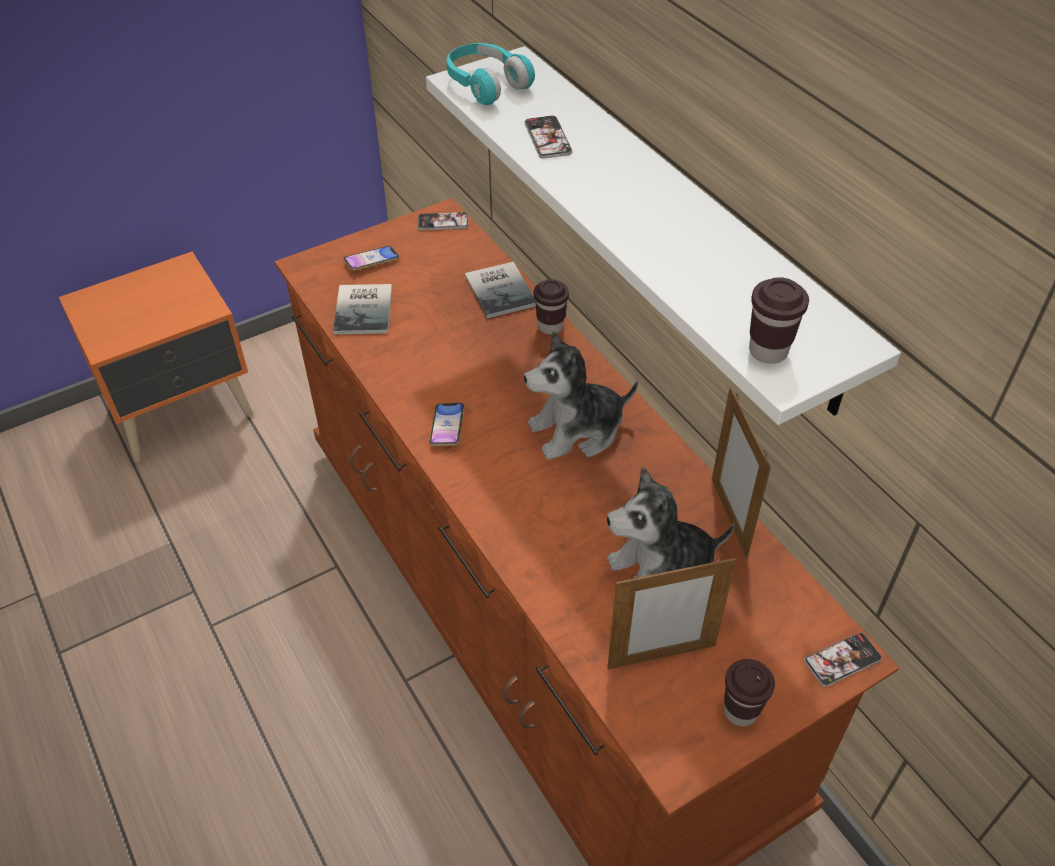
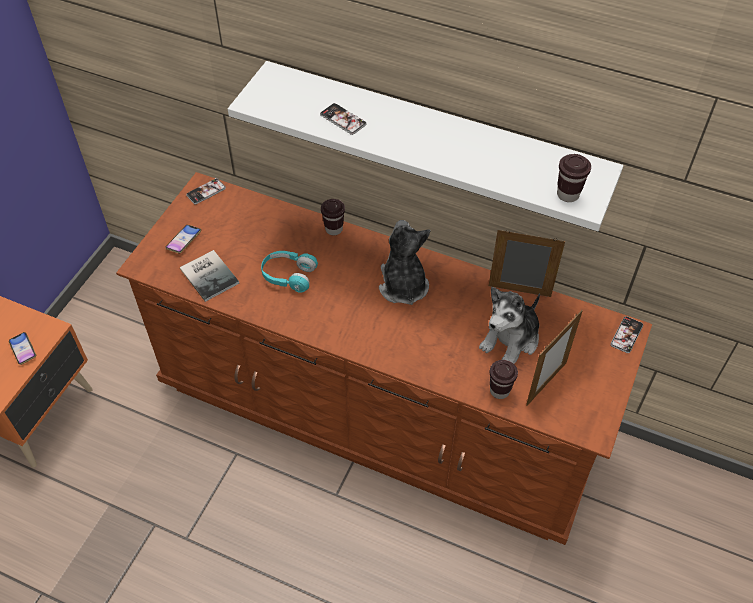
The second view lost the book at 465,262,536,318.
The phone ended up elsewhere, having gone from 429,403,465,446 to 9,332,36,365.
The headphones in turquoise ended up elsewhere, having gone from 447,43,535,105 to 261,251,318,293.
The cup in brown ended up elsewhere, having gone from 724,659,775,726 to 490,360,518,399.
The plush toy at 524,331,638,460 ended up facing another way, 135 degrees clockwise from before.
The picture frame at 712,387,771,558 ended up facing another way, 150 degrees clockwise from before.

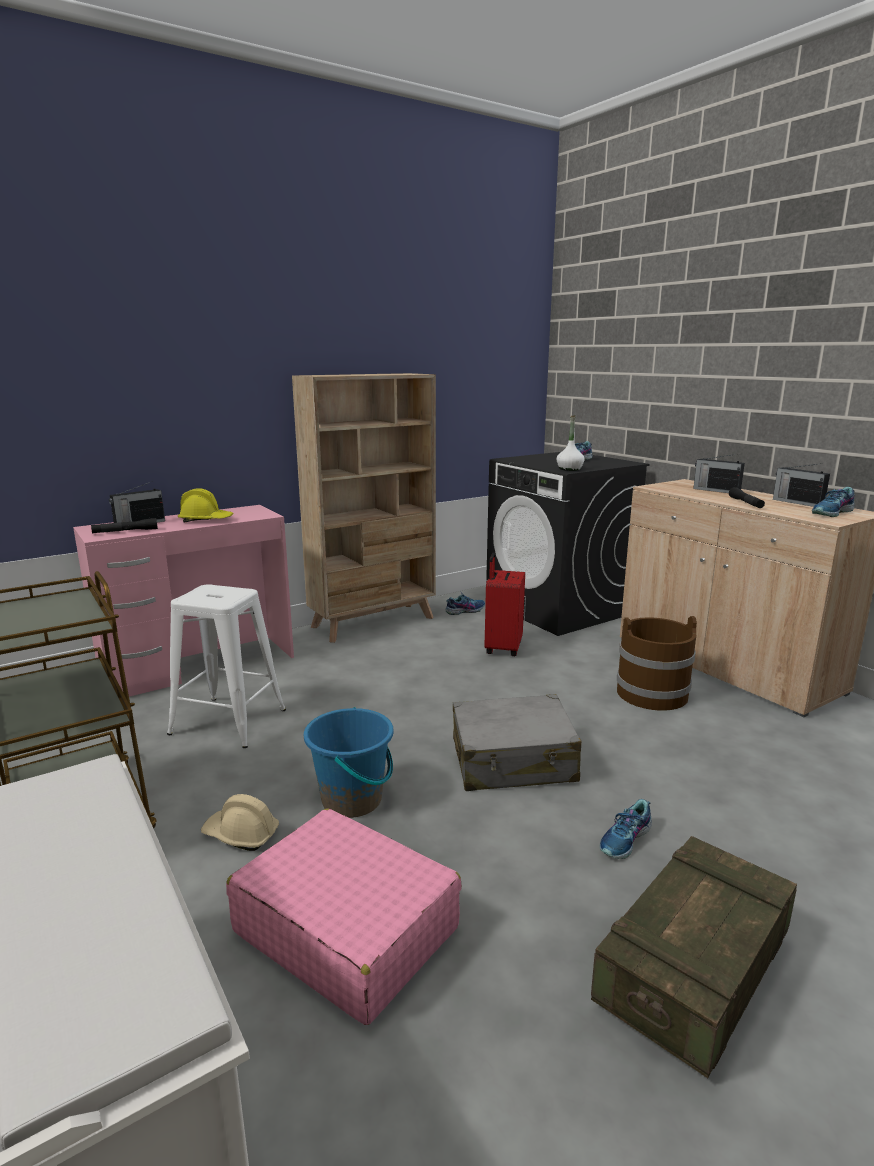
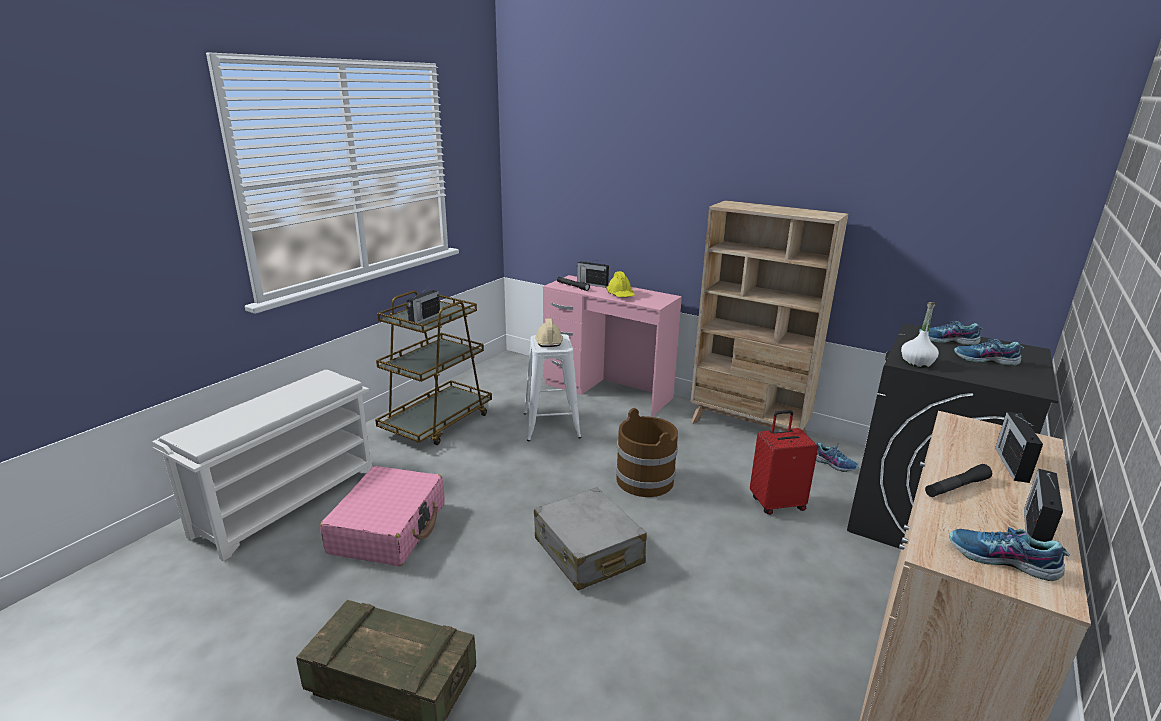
The second view lost the bucket in blue at 304,707,394,818.
The second view gained the radio at 407,287,440,325.
The hard hat in beige ended up elsewhere, having gone from 201,794,279,851 to 535,319,563,347.
The shoe ended up elsewhere, having gone from 599,799,652,859 to 919,321,983,345.
The bucket in brown ended up elsewhere, having gone from 617,616,697,711 to 616,408,678,497.

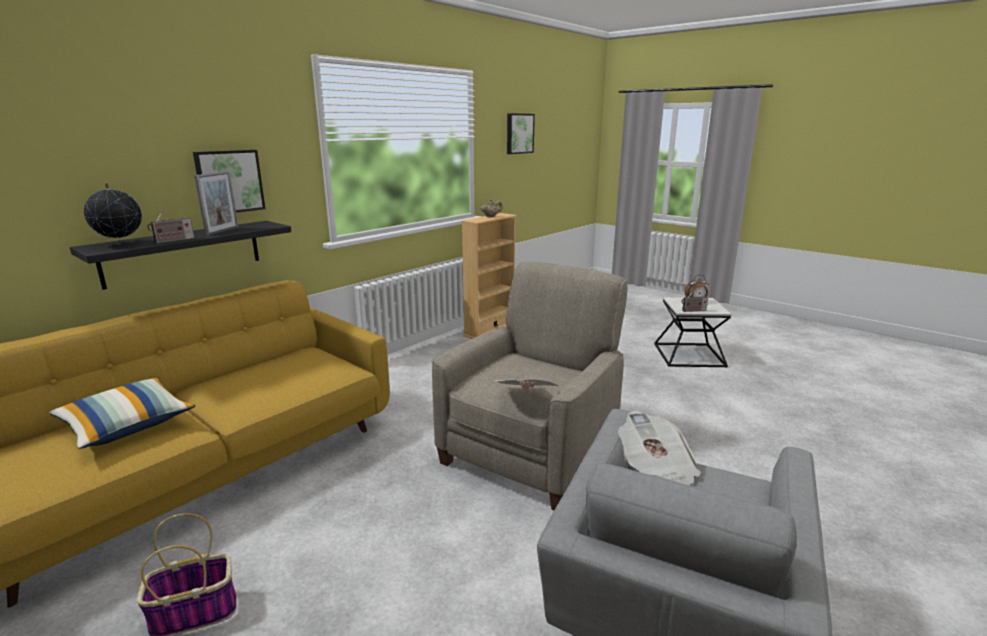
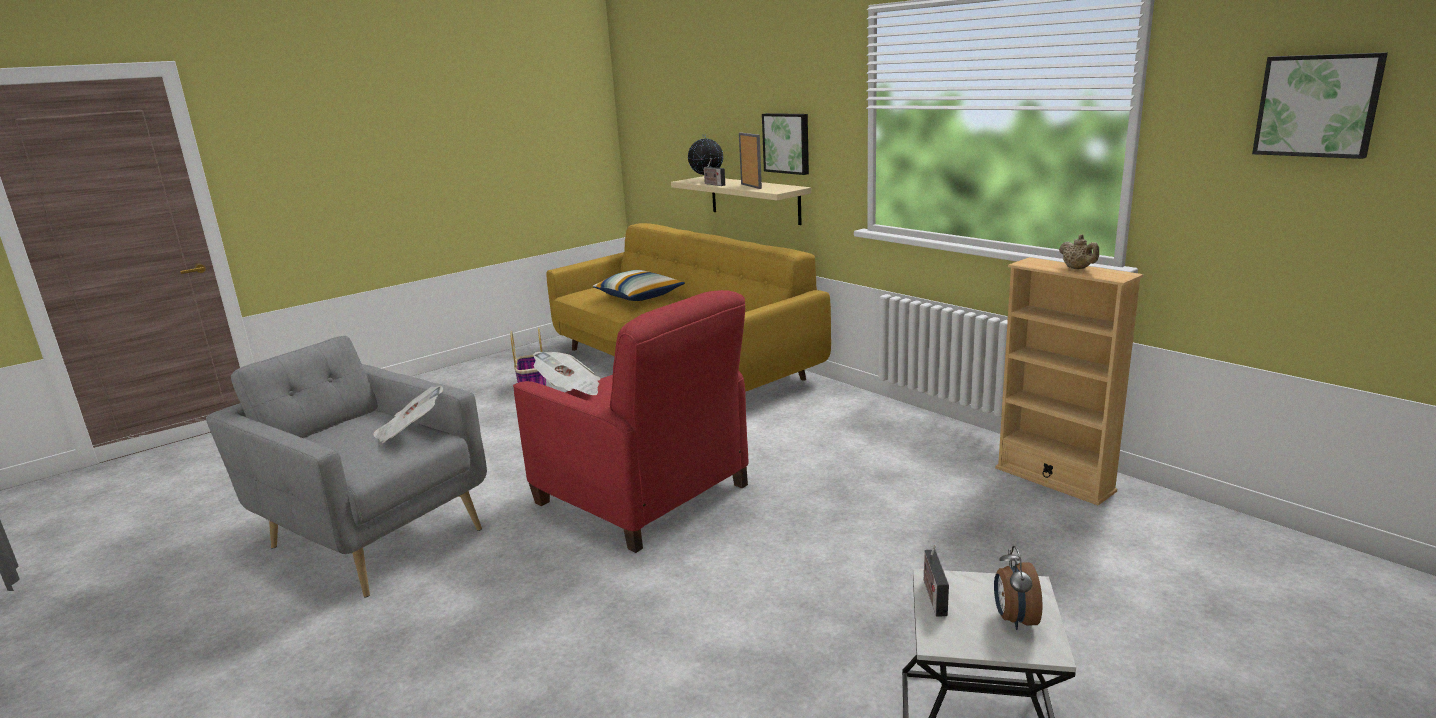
What was the shelf in black at 70,221,291,290 turned into the shelf in beige at 671,176,811,225.
What was the armchair in beige at 432,261,628,510 turned into the armchair in red at 513,290,748,553.
The picture frame at 194,171,238,236 ended up facing another way, 135 degrees counterclockwise from before.

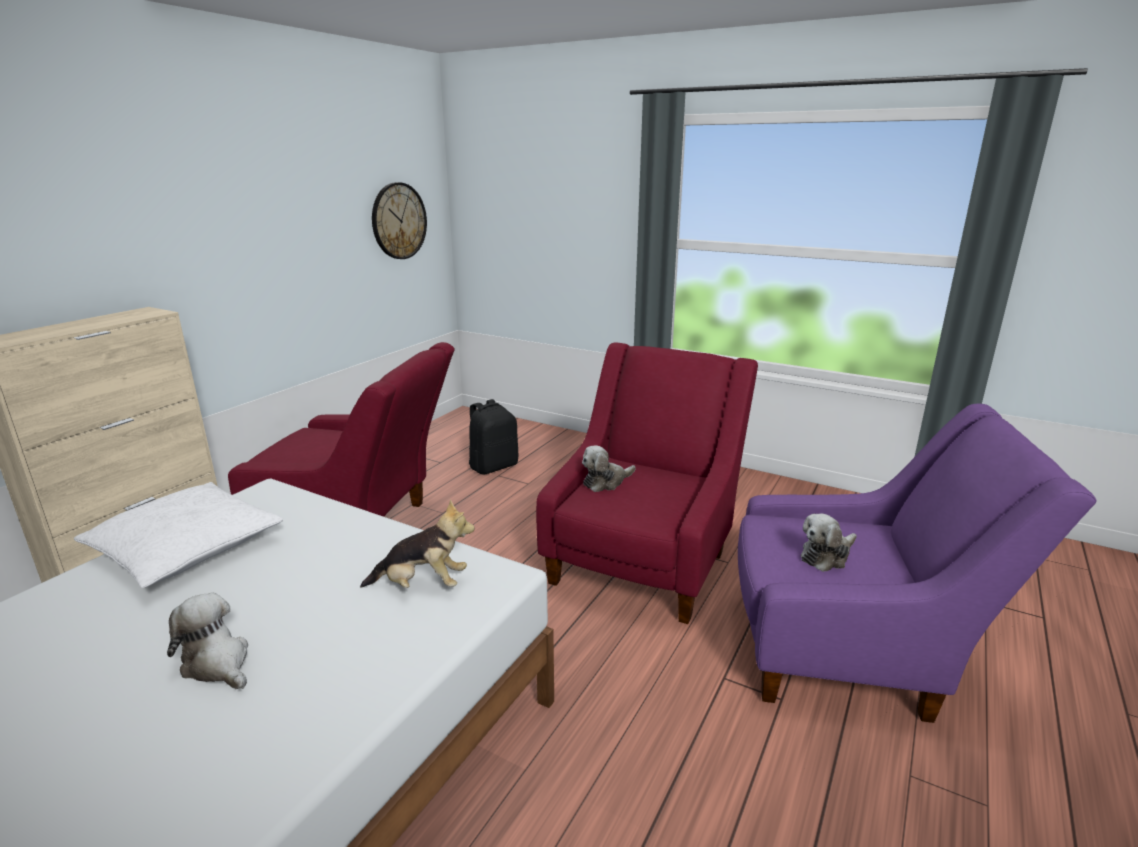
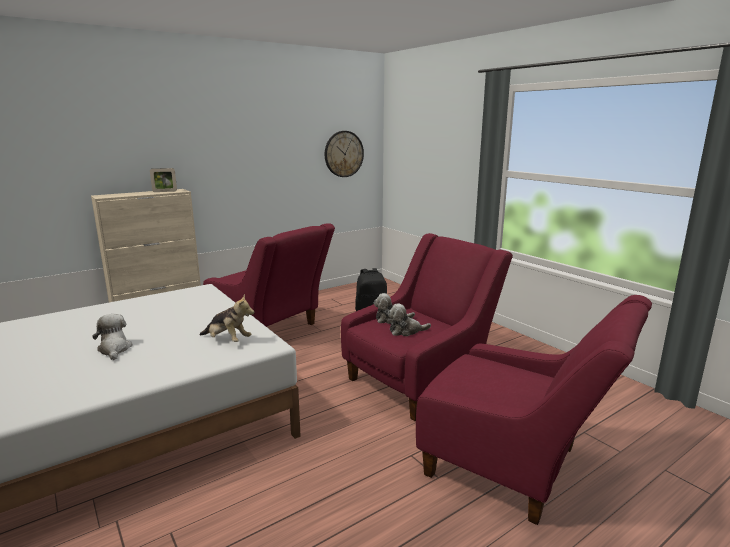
The second view lost the pillow in white at 74,482,283,588.
The second view gained the picture frame at 150,168,177,192.
The plush toy ended up elsewhere, having gone from 801,514,857,572 to 388,304,431,336.
What was the armchair in purple at 738,404,1097,723 turned into the armchair in red at 416,295,652,525.

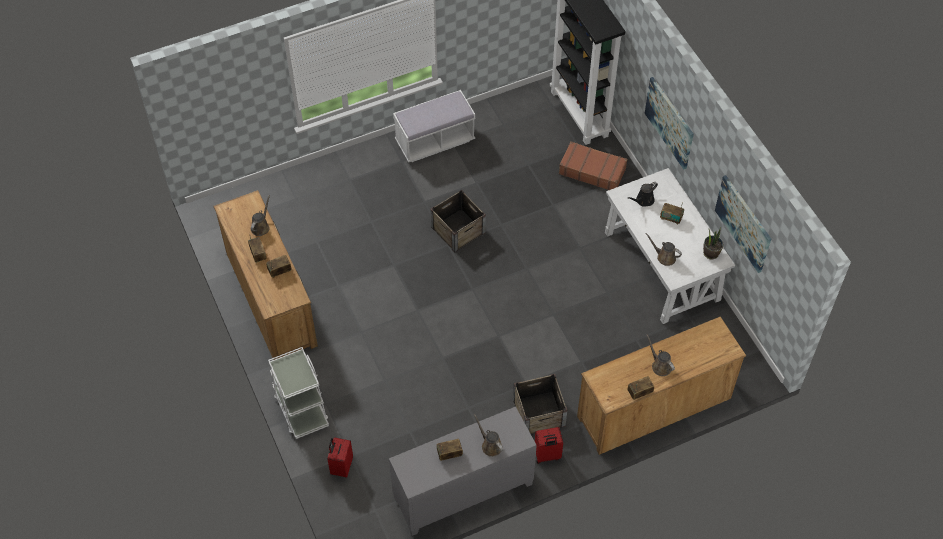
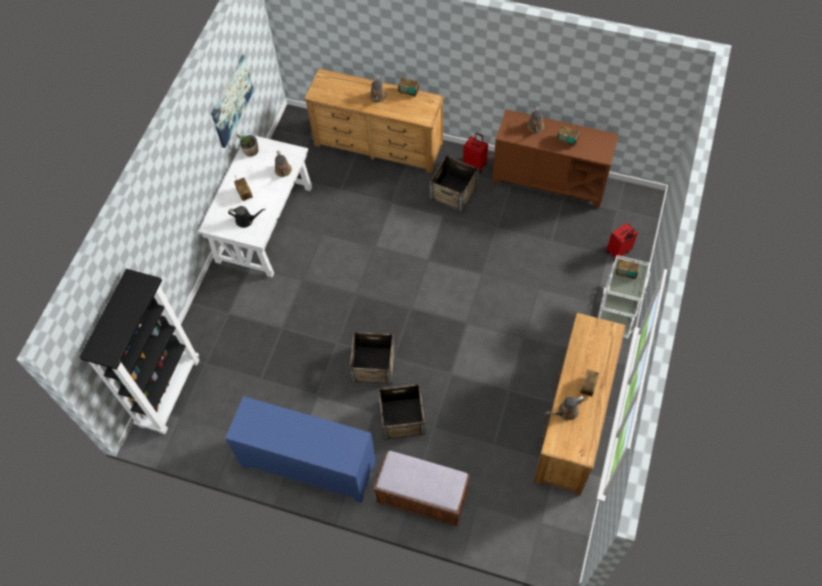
The second view lost the suitcase in brown at 559,141,627,190.
The second view lost the picture at 645,77,694,169.
The second view gained the bench in brown at 373,451,470,527.
The second view gained the crate at 378,384,425,440.
The radio ended up elsewhere, having gone from 266,255,291,278 to 616,259,640,279.
Where the bench in white stood at 393,90,475,163, the cabinet in blue came to stand at 225,396,376,503.
What was the cabinet in grey at 389,407,537,536 turned into the cabinet in brown at 493,110,619,209.

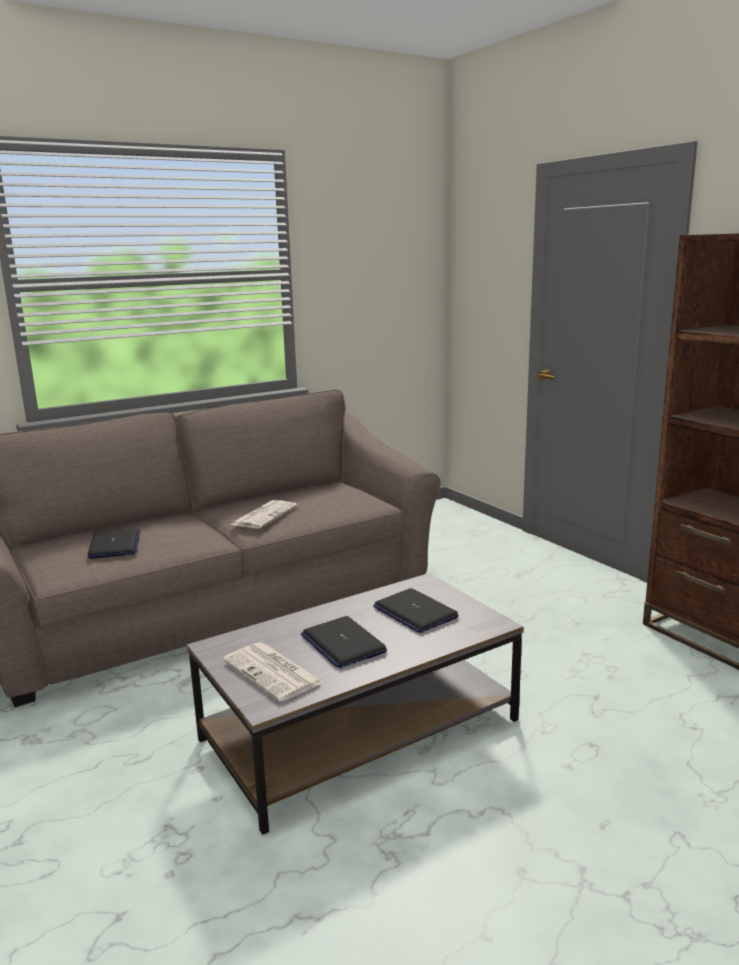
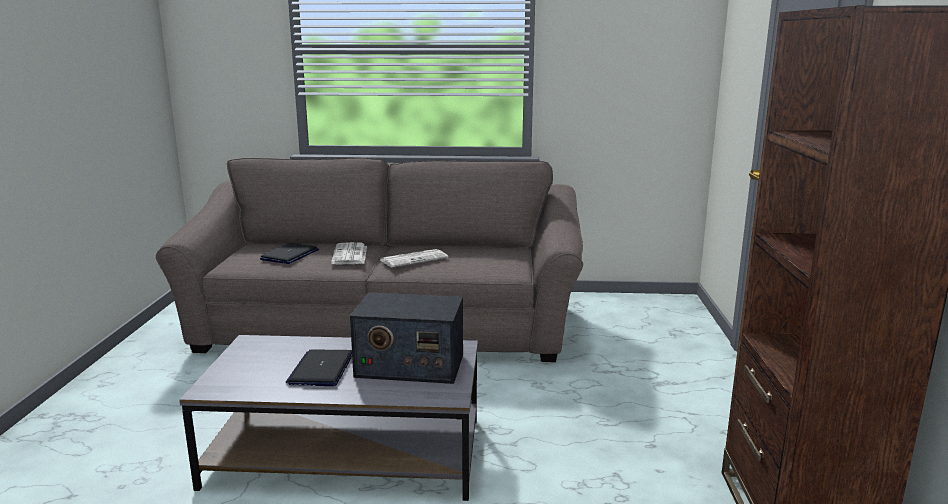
The newspaper ended up elsewhere, having gone from 223,642,324,702 to 331,242,367,264.
Where the laptop stood at 373,588,459,633, the radio came to stand at 350,292,463,384.

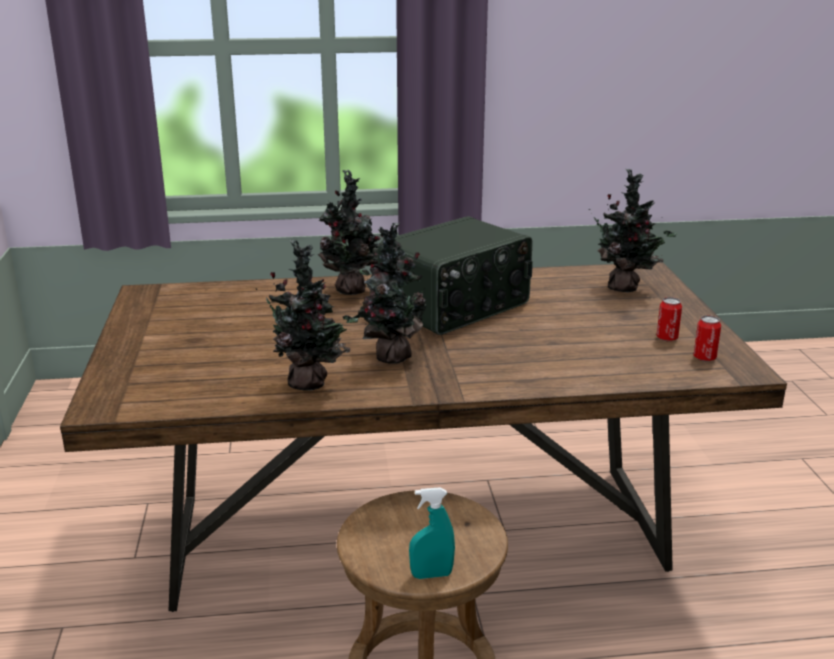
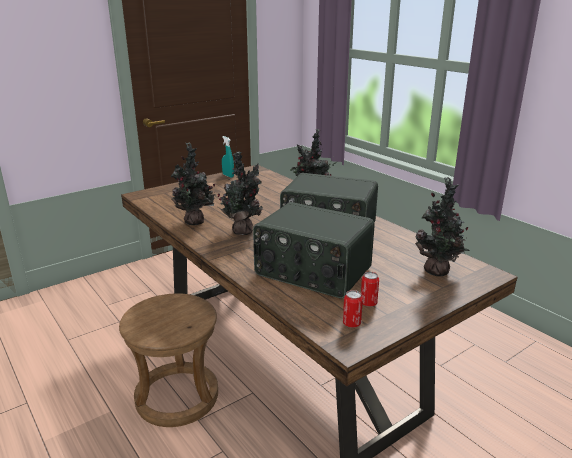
The second view gained the radio at 253,202,375,298.
The spray bottle in turquoise ended up elsewhere, having gone from 409,487,455,579 to 222,136,234,178.

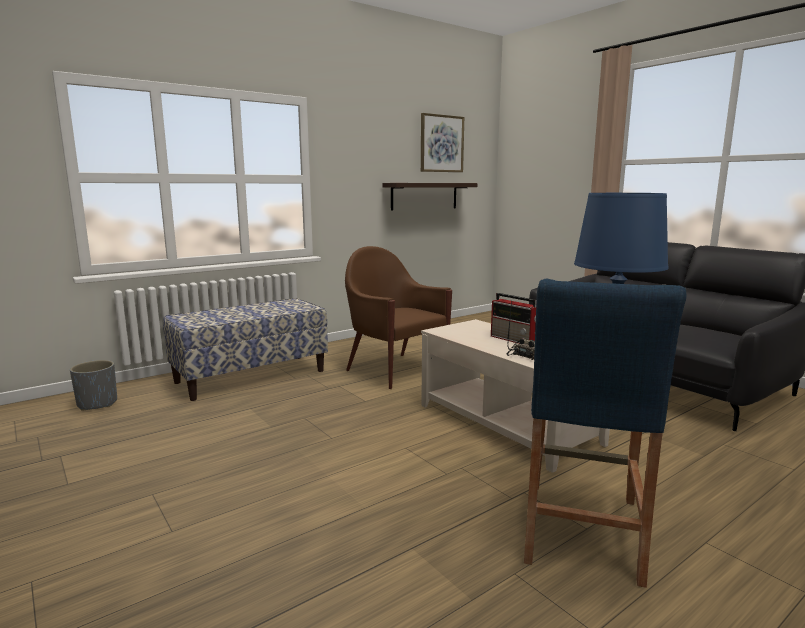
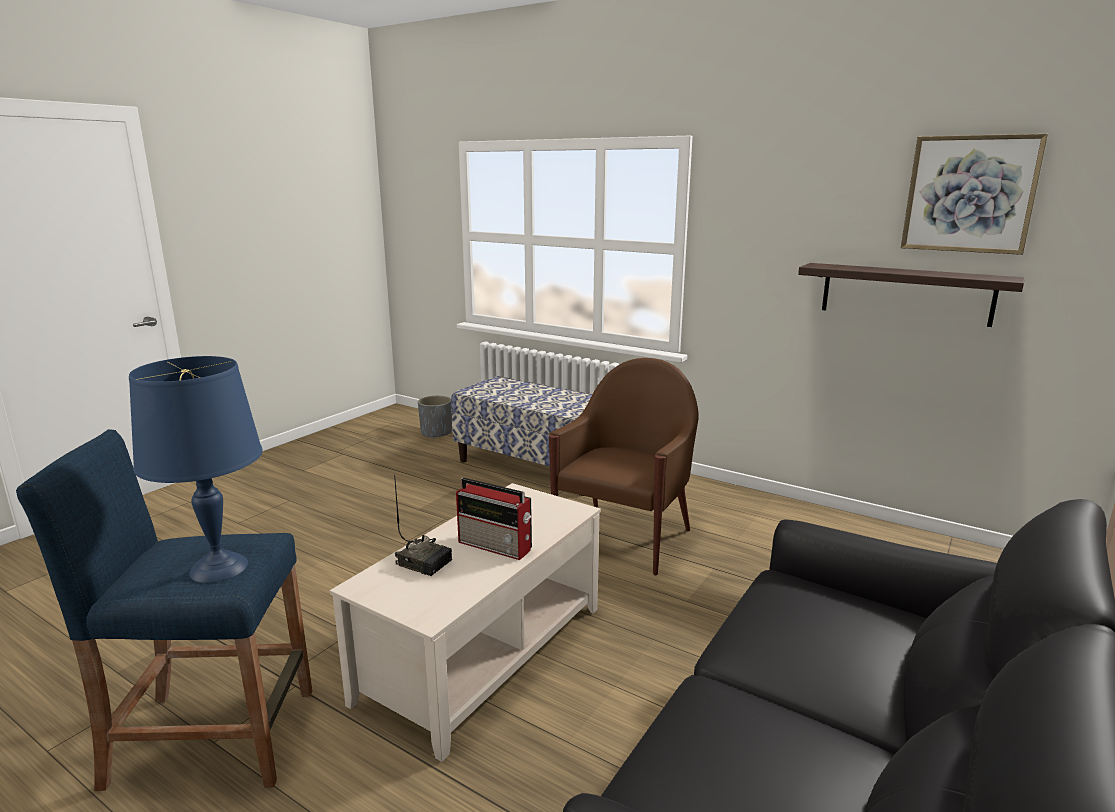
The radio at 491,293,537,344 ended up facing another way, 90 degrees counterclockwise from before.

